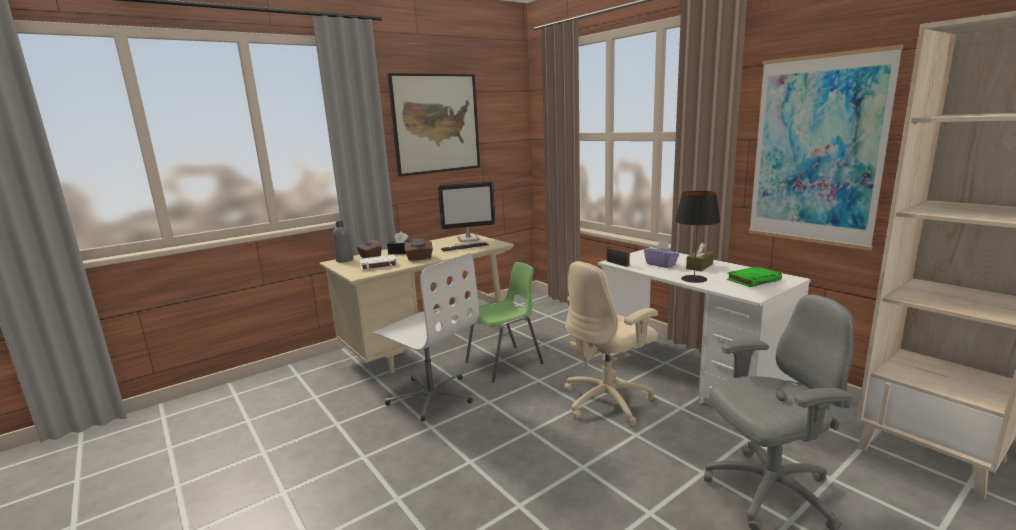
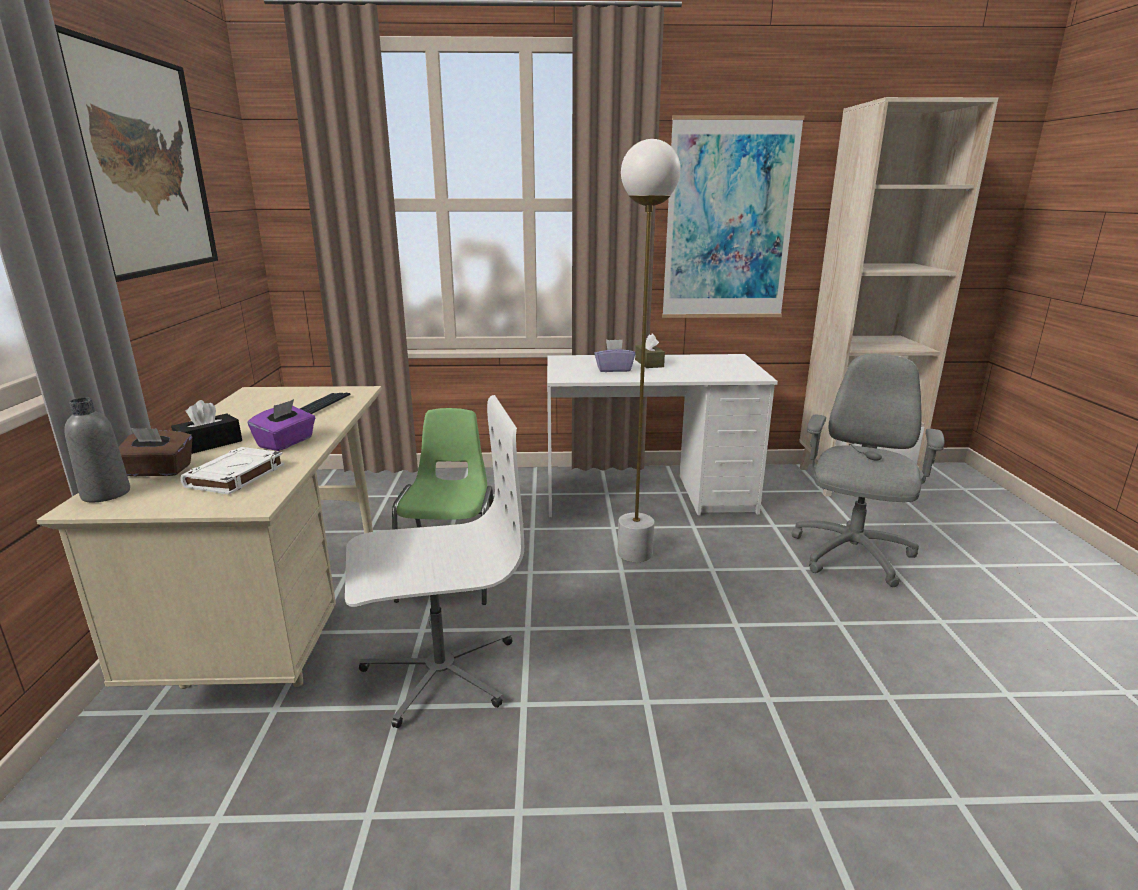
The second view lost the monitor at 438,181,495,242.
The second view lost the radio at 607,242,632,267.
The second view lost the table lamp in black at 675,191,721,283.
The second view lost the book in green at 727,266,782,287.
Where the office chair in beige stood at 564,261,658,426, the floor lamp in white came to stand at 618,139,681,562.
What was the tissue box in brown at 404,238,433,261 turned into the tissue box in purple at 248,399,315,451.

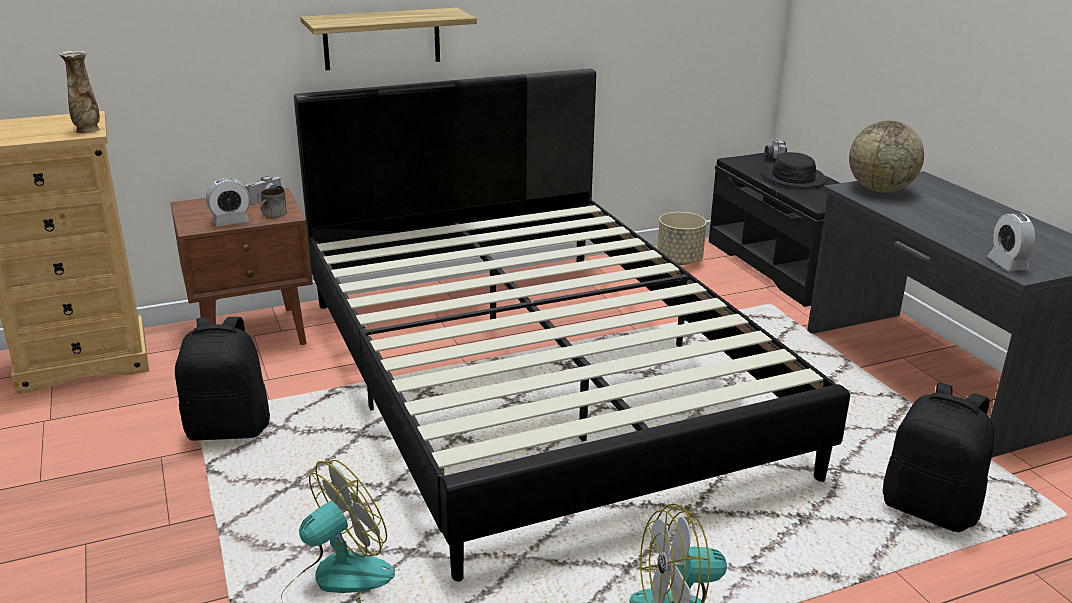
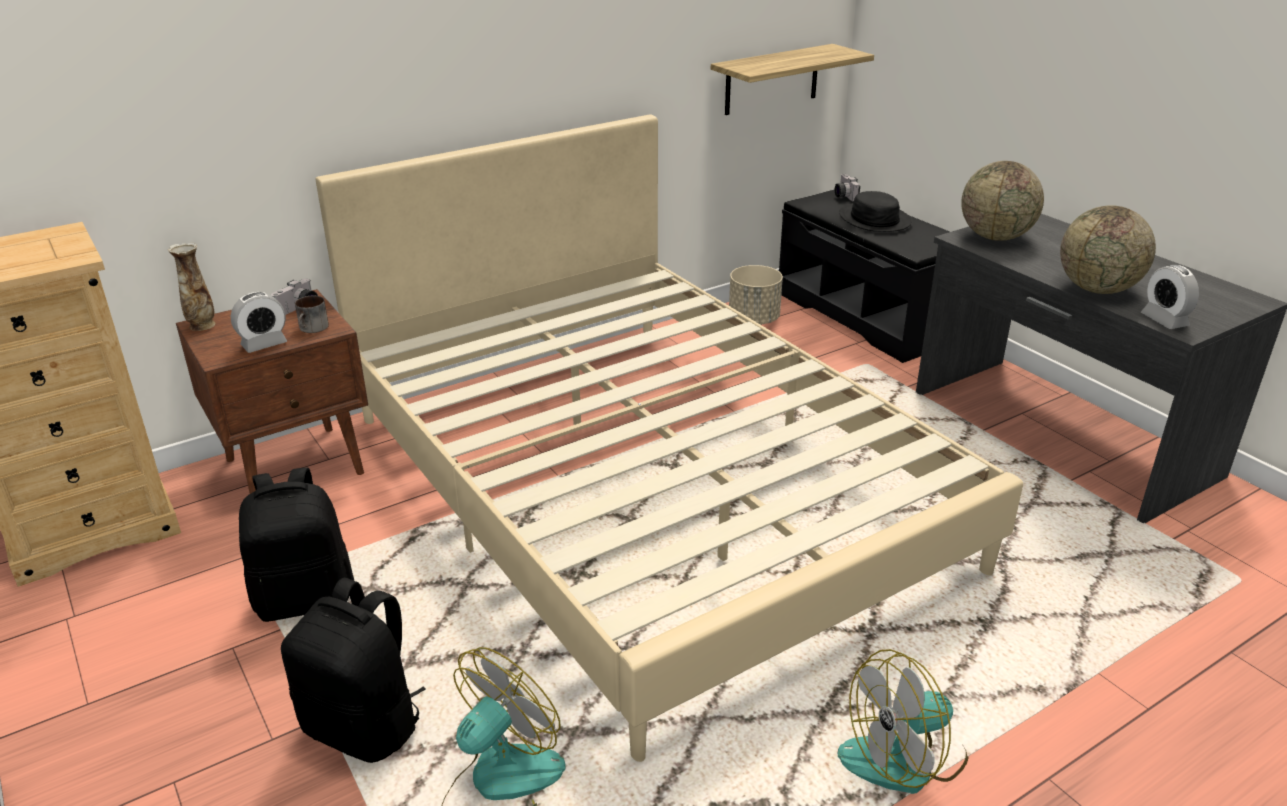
The second view gained the globe at 1060,205,1156,294.
The vase ended up elsewhere, having gone from 59,51,100,133 to 168,242,215,331.
The shelf ended up elsewhere, having gone from 300,8,477,70 to 711,44,874,115.
The backpack in black ended up elsewhere, having gone from 883,383,994,532 to 281,578,426,763.
What was the bed in black at 294,69,850,582 turned into the bed in beige at 315,114,1023,762.

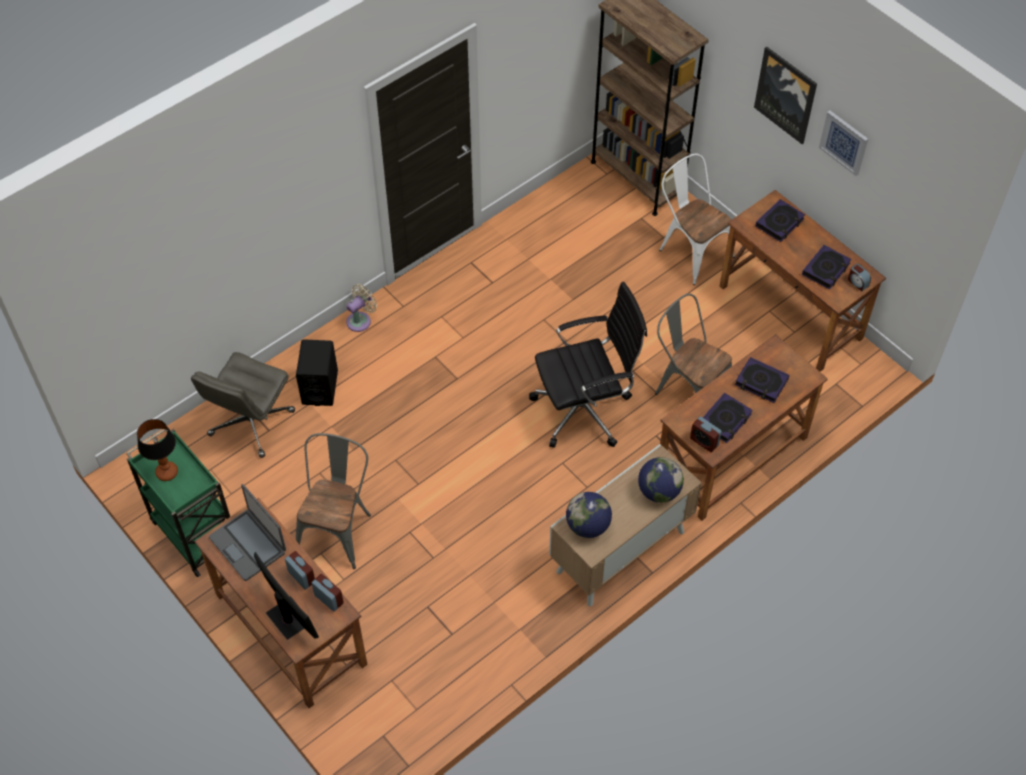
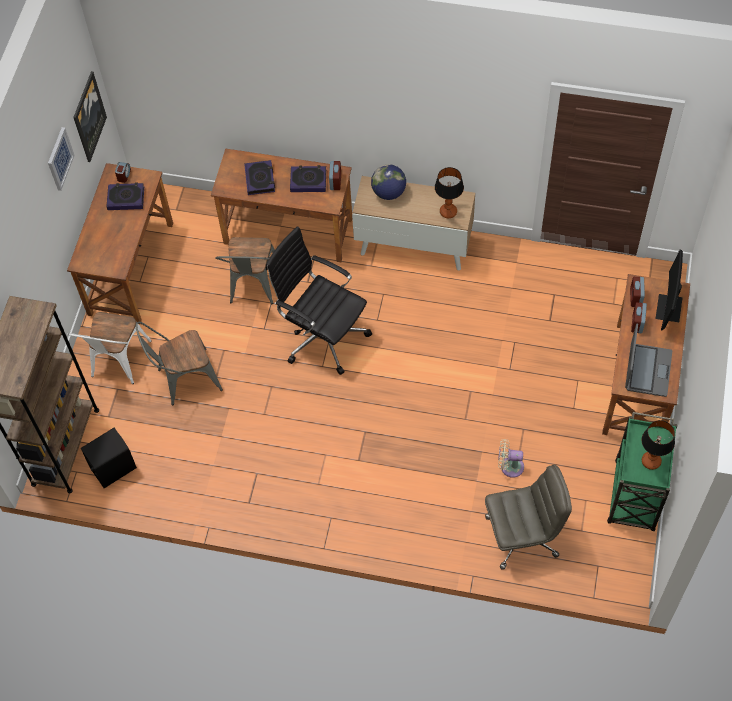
The second view lost the book at 756,199,805,242.
The speaker in black ended up elsewhere, having gone from 296,339,338,406 to 81,428,137,488.
The chair in grey ended up elsewhere, having gone from 296,433,371,569 to 136,322,223,405.
The fan in beige ended up elsewhere, having gone from 346,284,377,332 to 498,439,524,478.
The picture ended up elsewhere, having gone from 754,46,817,144 to 73,71,107,162.
Where the globe stood at 566,492,612,538, the table lamp came to stand at 435,167,464,218.

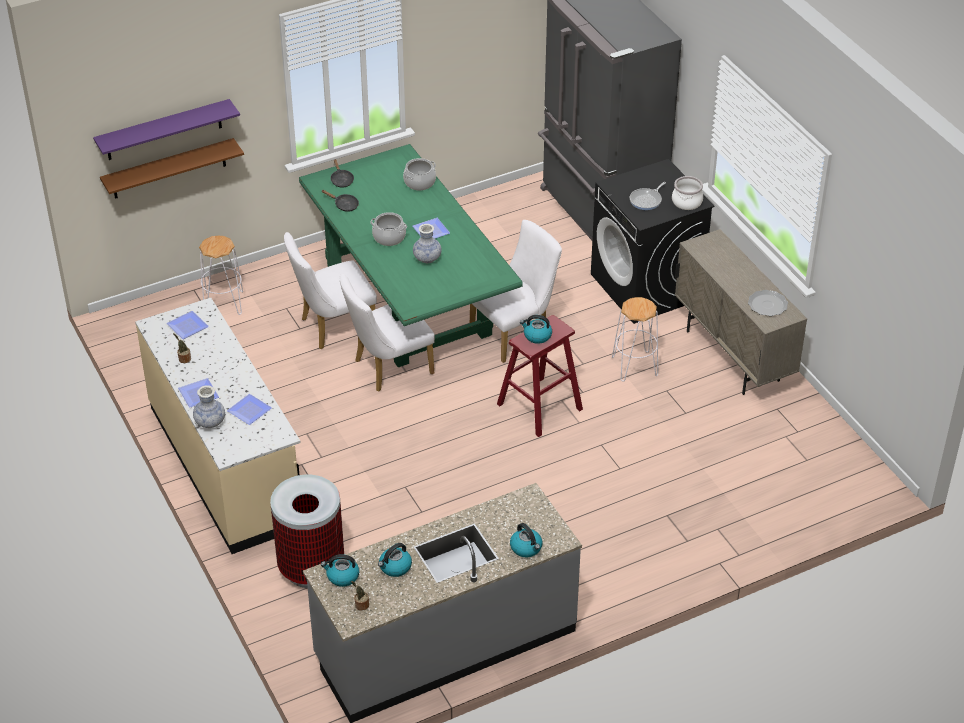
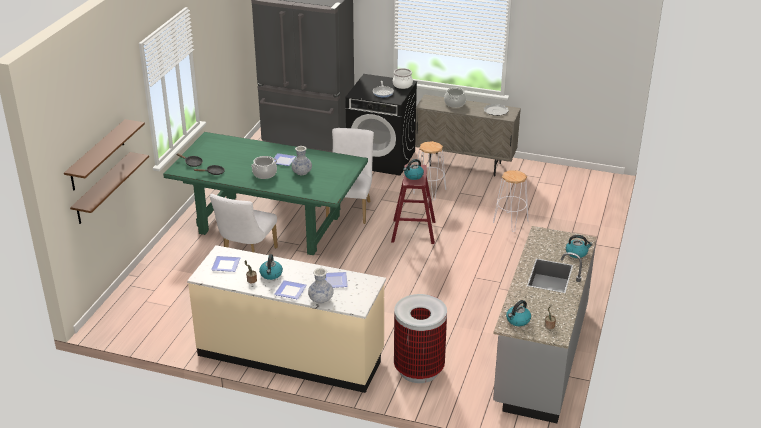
The second view lost the chair in white at 340,274,435,392.
The stool in white ended up elsewhere, having gone from 199,236,243,315 to 493,170,529,232.
The kettle ended up elsewhere, having gone from 378,543,412,577 to 259,254,283,280.
The cooking pot ended up elsewhere, having gone from 403,158,436,191 to 444,88,466,108.
What was the shelf in purple at 93,99,240,160 turned into the shelf in brown at 64,119,145,191.

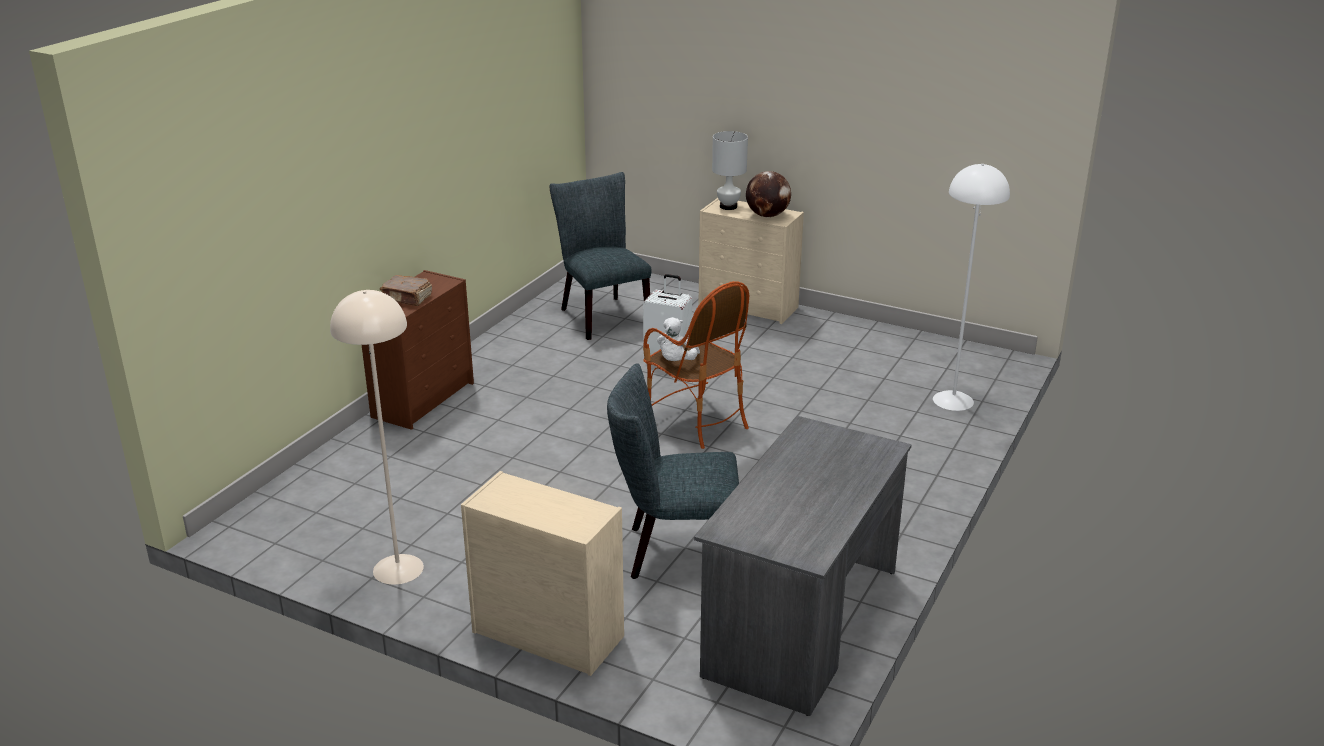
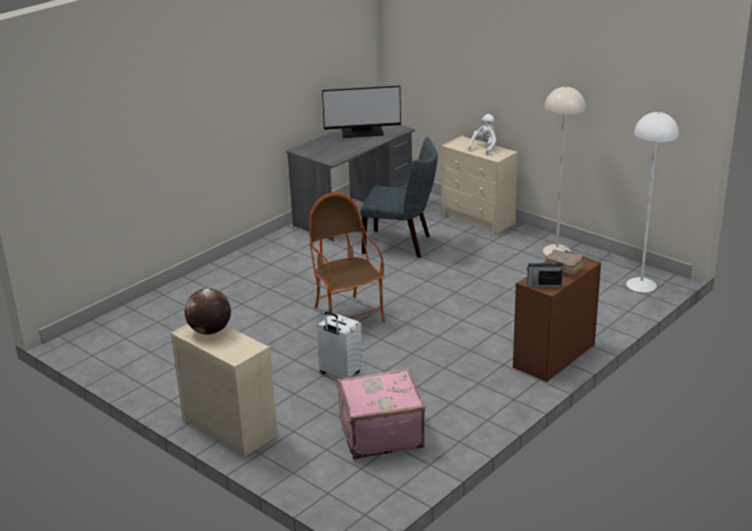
The second view lost the table lamp in white at 712,131,748,210.
The second view gained the monitor at 322,86,401,138.
The second view gained the radio at 527,260,563,287.
The plush toy in white ended up elsewhere, having gone from 657,317,700,361 to 468,114,496,155.
The floor lamp in white ended up elsewhere, having gone from 933,164,1010,411 to 626,112,679,292.
Where the chair in grey stood at 550,172,651,340, the suitcase in pink came to stand at 337,368,425,460.

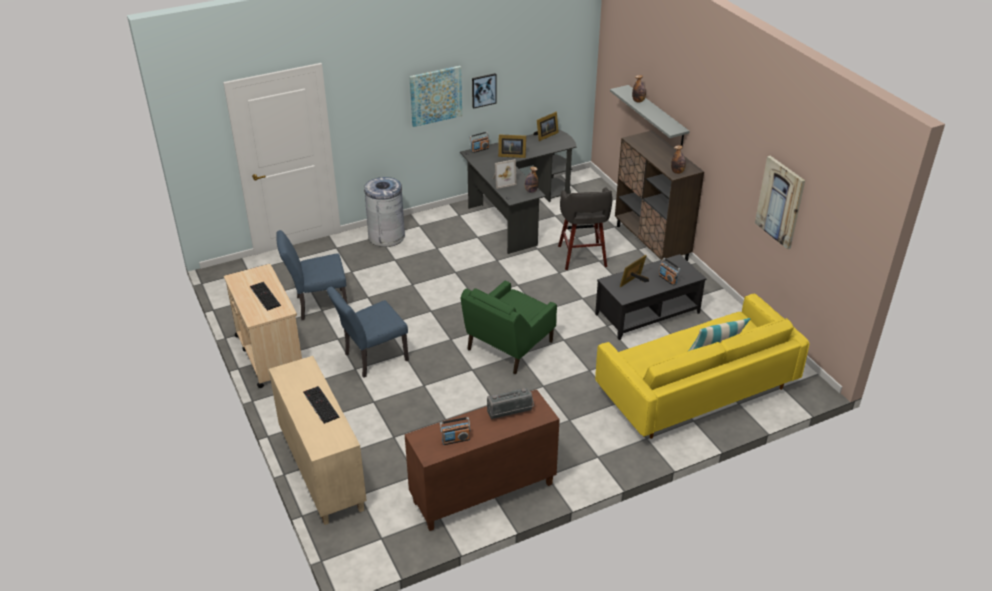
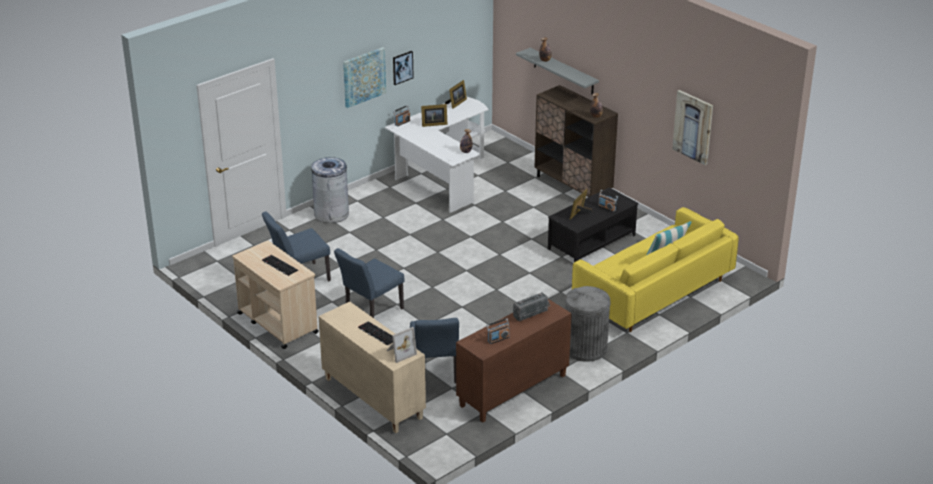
The second view lost the armchair in green at 461,281,557,374.
The second view lost the stool in grey at 558,187,613,270.
The second view gained the chair in blue at 410,318,459,384.
The second view gained the trash can in grey at 565,286,610,362.
The picture frame ended up elsewhere, having gone from 492,159,517,189 to 387,327,417,363.
What was the desk in black at 460,129,576,254 turned into the desk in white at 385,97,488,213.

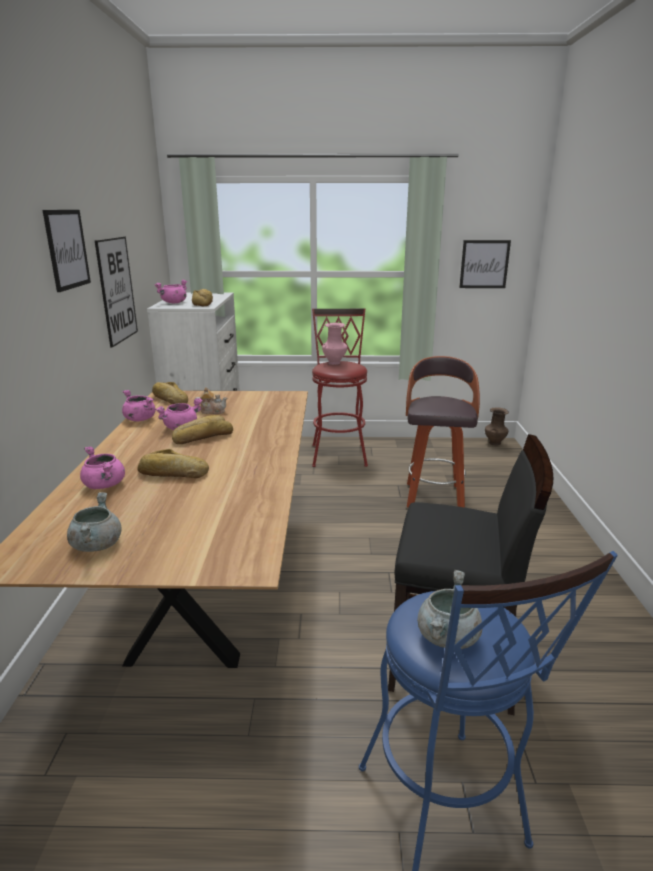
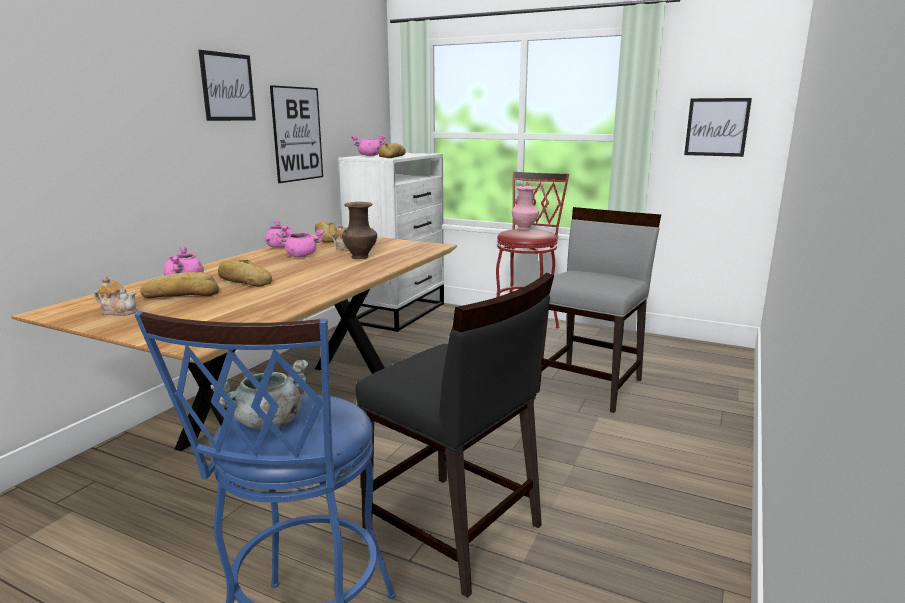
The bread ended up elsewhere, having gone from 172,415,233,444 to 140,272,219,298.
The vase in brown ended up elsewhere, having gone from 485,407,509,446 to 342,202,377,259.
Where the cooking pot in grey stood at 67,492,121,552, the teapot came to stand at 94,277,138,316.
Where the stool stood at 406,356,480,508, the chair in grey came to stand at 537,207,661,413.

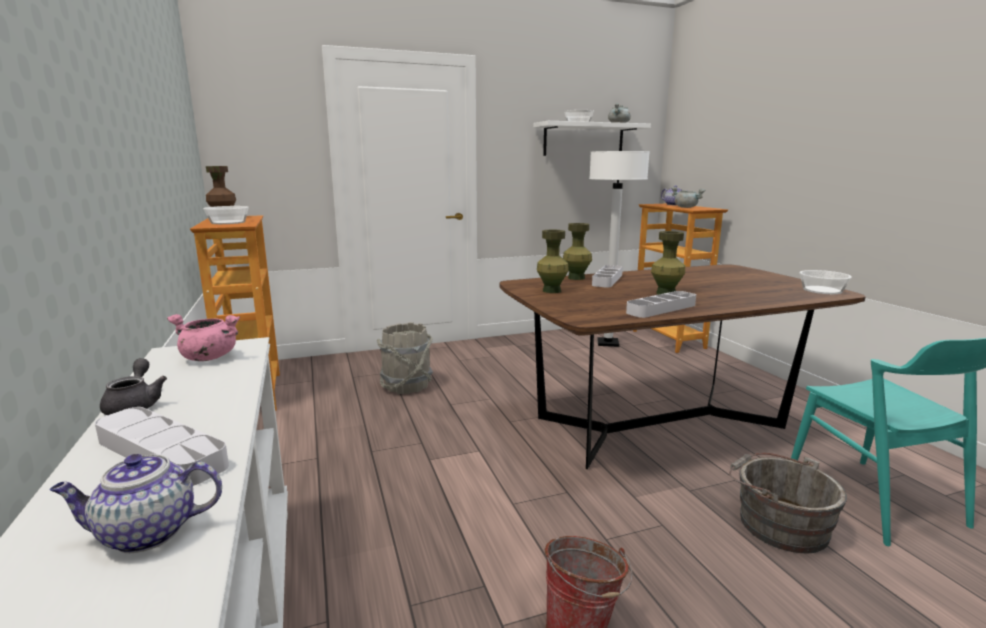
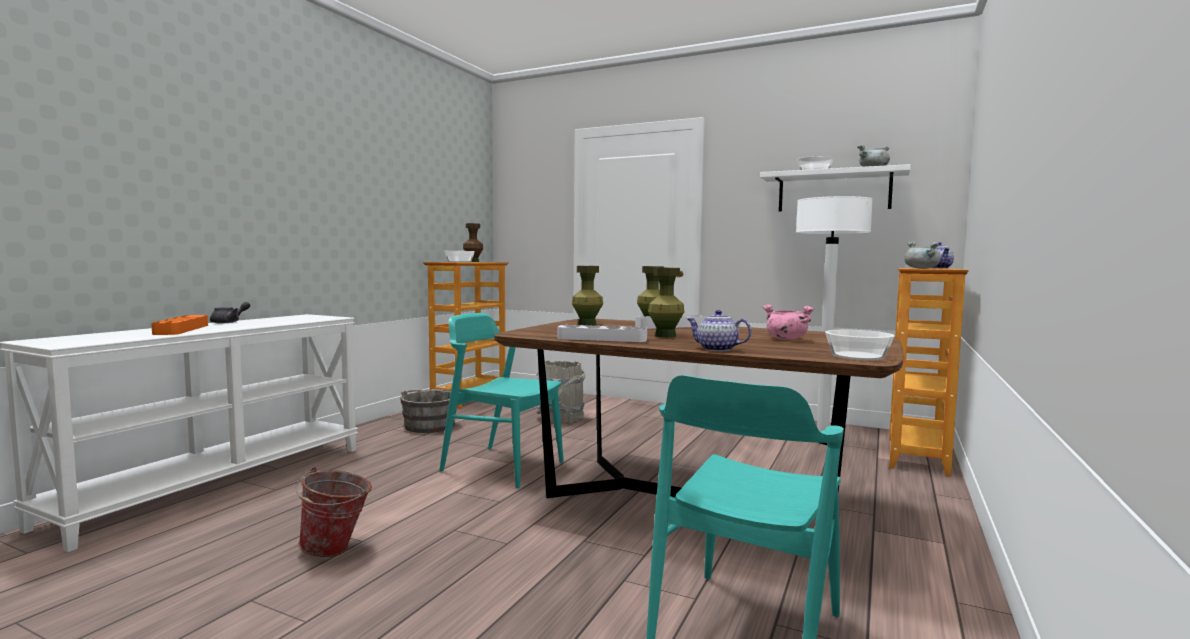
The second view gained the chair in turquoise at 439,313,564,488.
The teapot ended up elsewhere, having gone from 49,454,222,553 to 687,310,752,351.
The cooking pot in pink ended up elsewhere, having gone from 167,314,240,361 to 763,305,815,339.
The bucket in grey ended up elsewhere, having gone from 729,453,847,553 to 400,389,456,433.
What was the tray in white at 95,407,229,486 turned into the tray in orange at 151,315,208,335.

